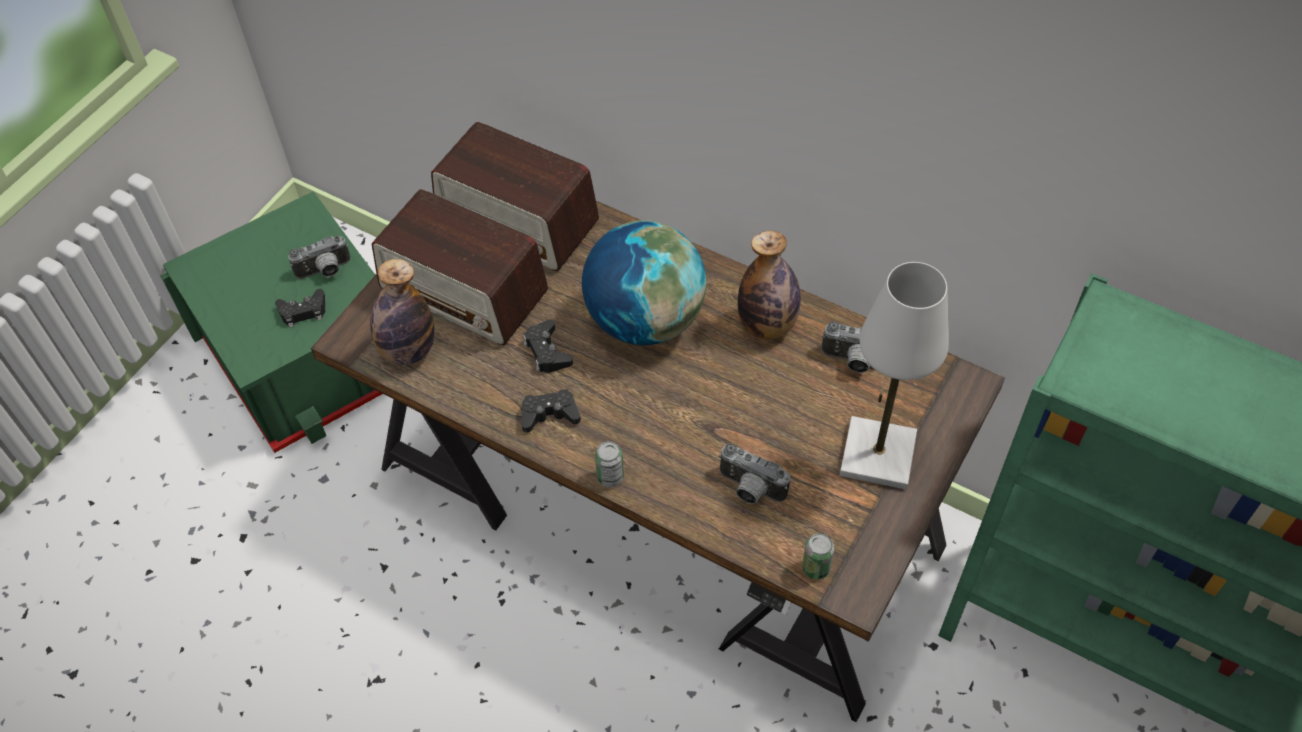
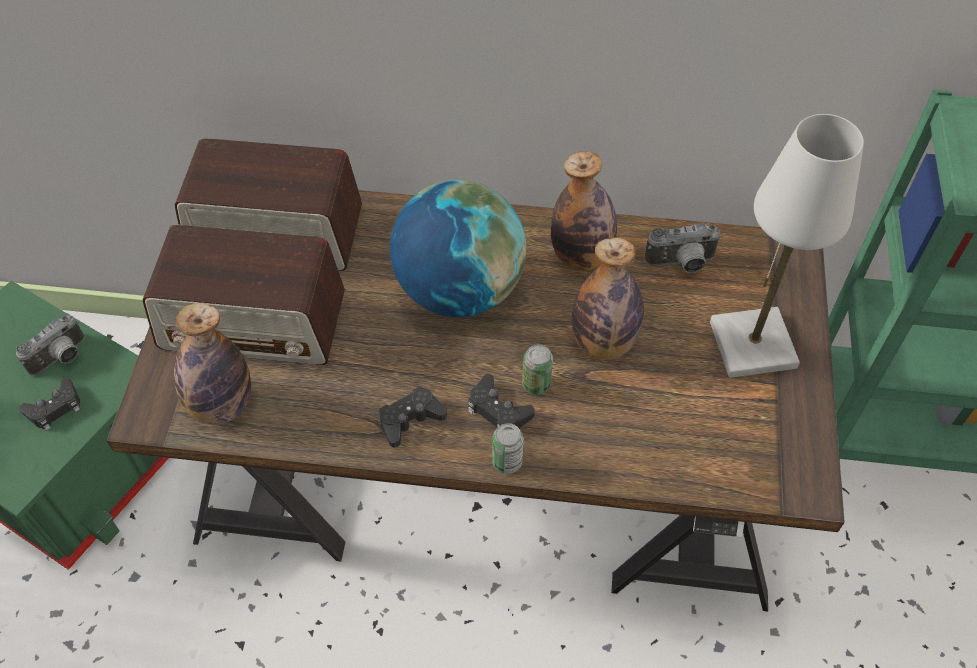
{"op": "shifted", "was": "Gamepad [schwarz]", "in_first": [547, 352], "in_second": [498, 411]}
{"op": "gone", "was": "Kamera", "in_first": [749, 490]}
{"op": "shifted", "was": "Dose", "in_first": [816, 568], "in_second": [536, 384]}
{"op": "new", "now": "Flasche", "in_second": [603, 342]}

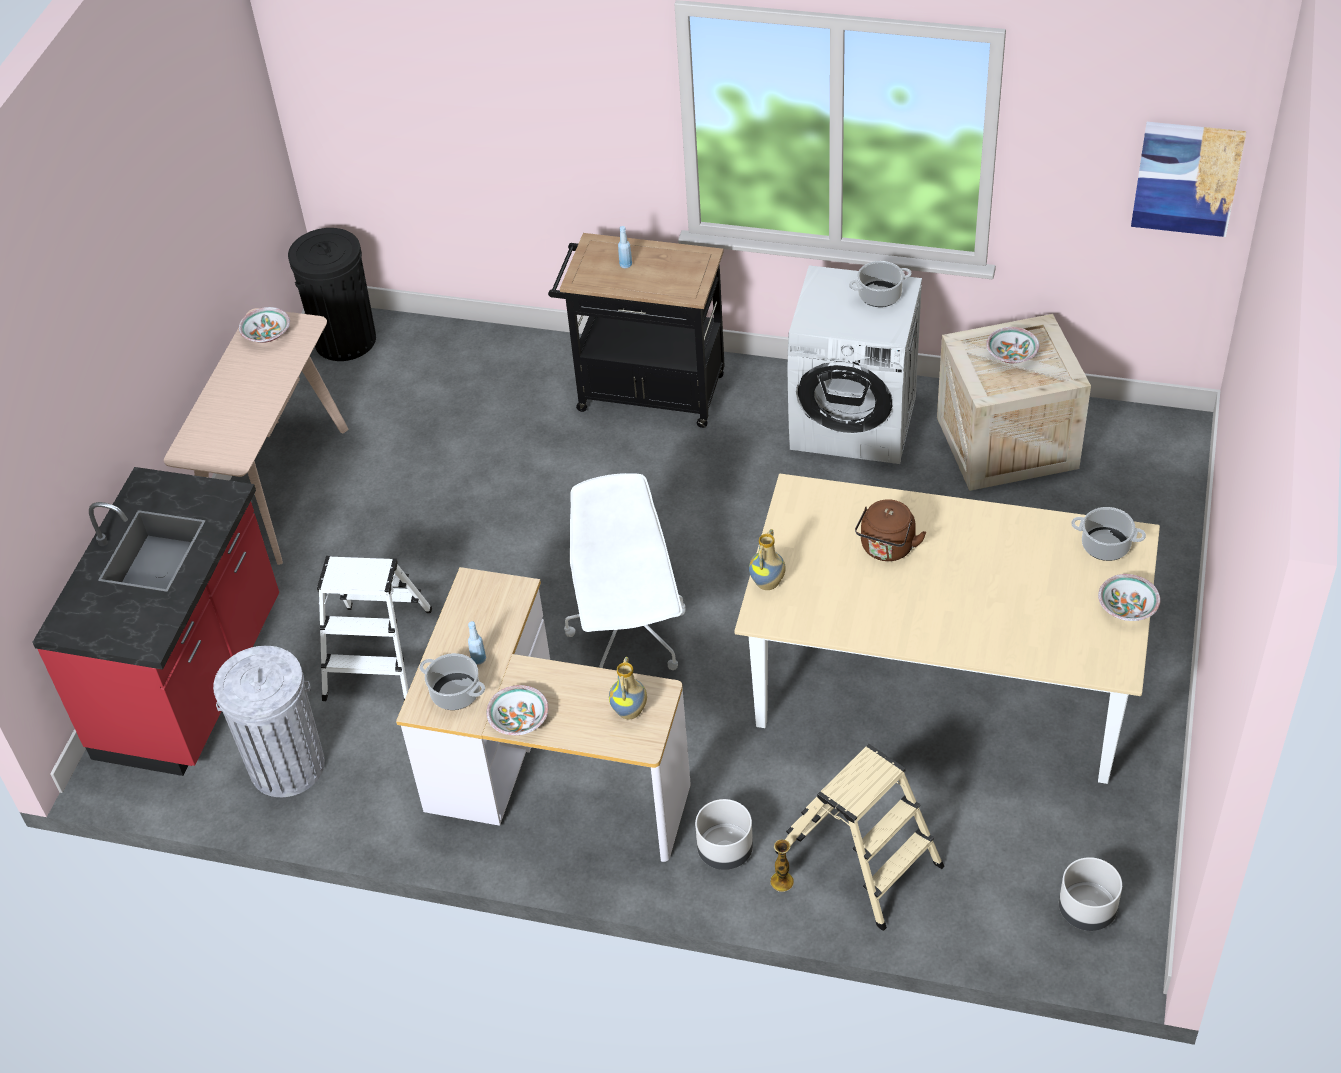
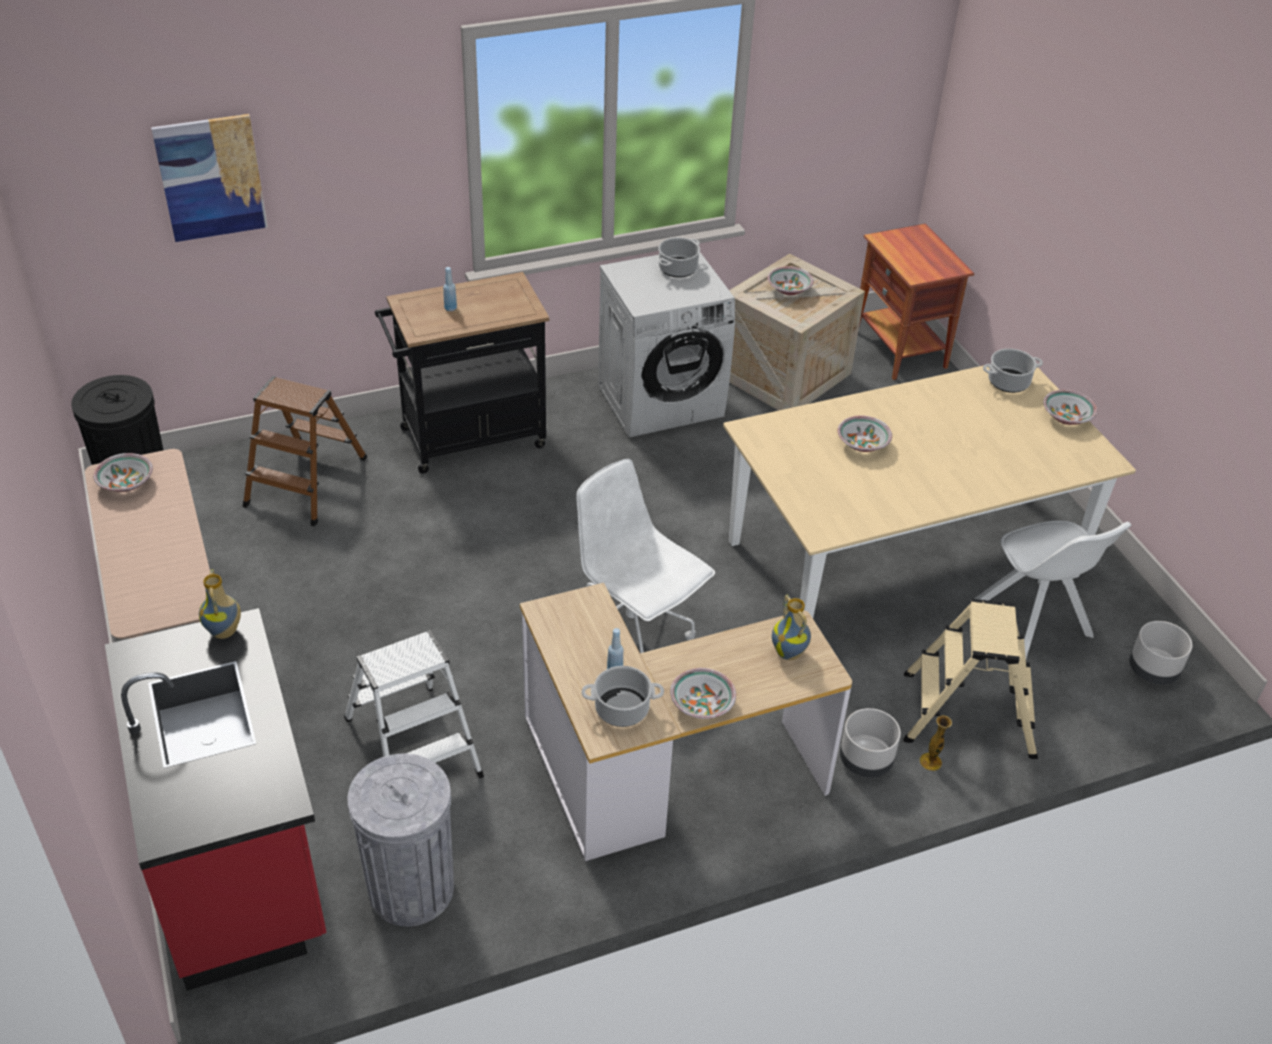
{"op": "shifted", "was": "Vase", "in_first": [768, 584], "in_second": [225, 631]}
{"op": "swapped", "was": "Wasserkessel [braun]", "now": "Schüssel", "in_first": [887, 549], "in_second": [862, 444]}
{"op": "shifted", "was": "Bild", "in_first": [1187, 178], "in_second": [211, 177]}
{"op": "new", "now": "Trittleiter [braun]", "in_second": [306, 481]}
{"op": "new", "now": "Nachttisch", "in_second": [901, 350]}
{"op": "new", "now": "Stuhl [weiß]", "in_second": [1034, 621]}

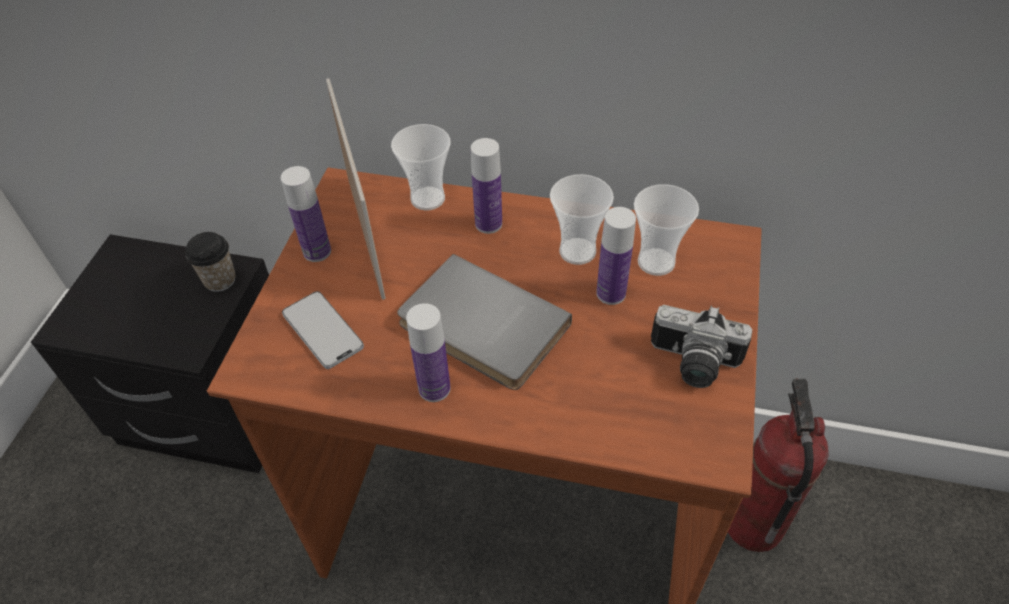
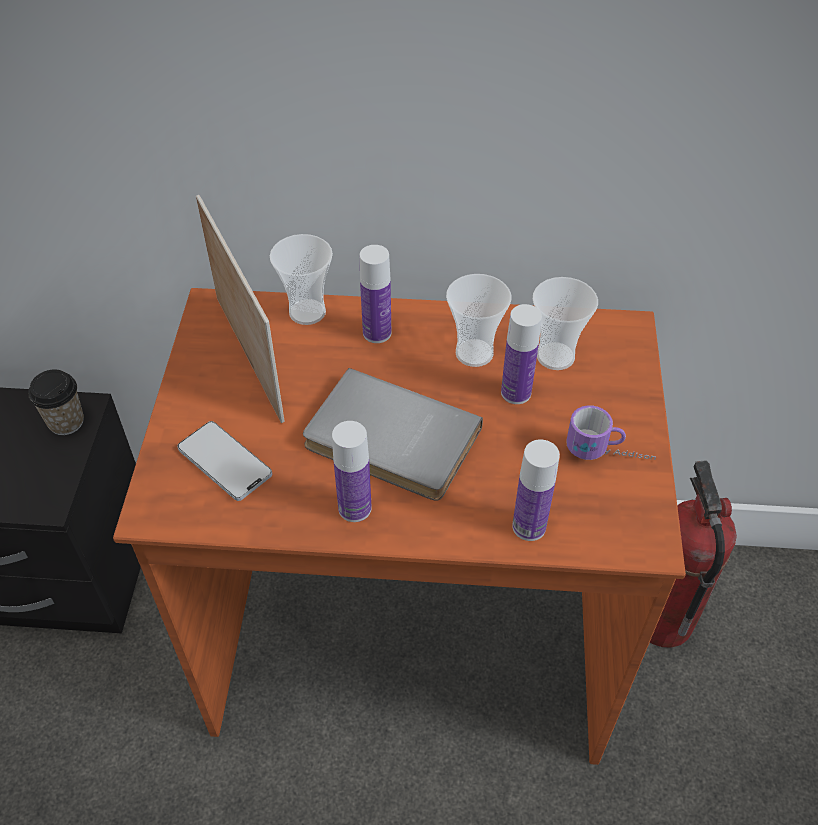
{"op": "shifted", "was": "Flasche", "in_first": [317, 251], "in_second": [529, 526]}
{"op": "swapped", "was": "Kamera", "now": "Henkelbecher", "in_first": [692, 364], "in_second": [609, 455]}

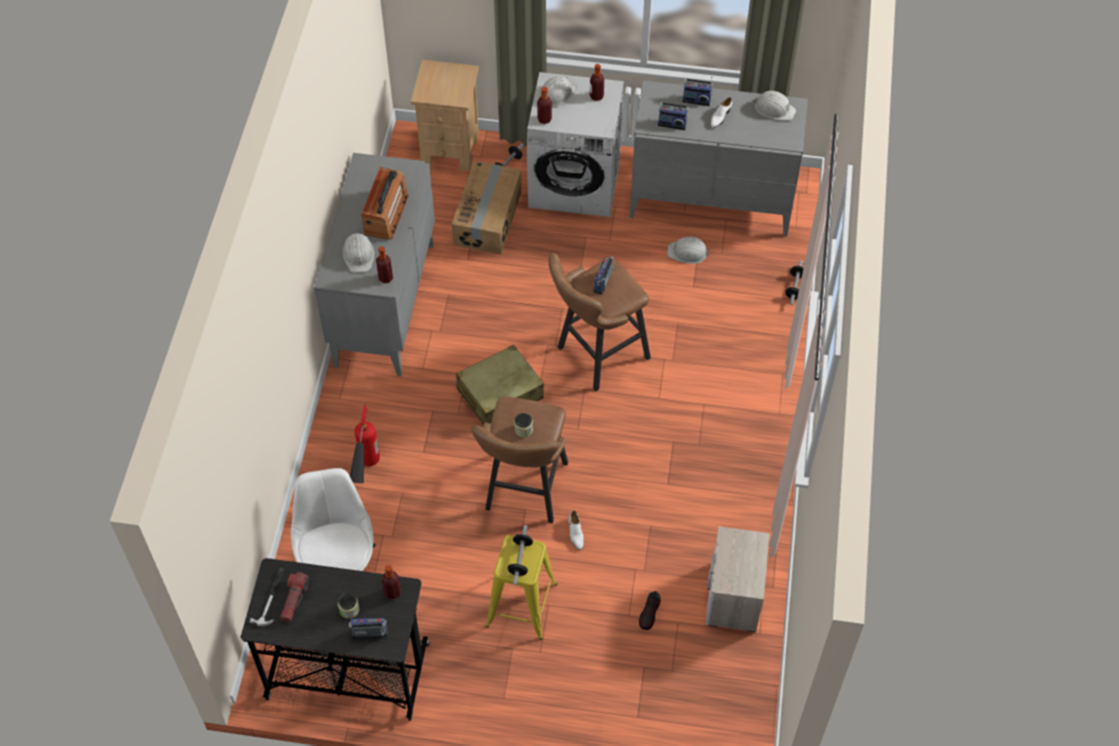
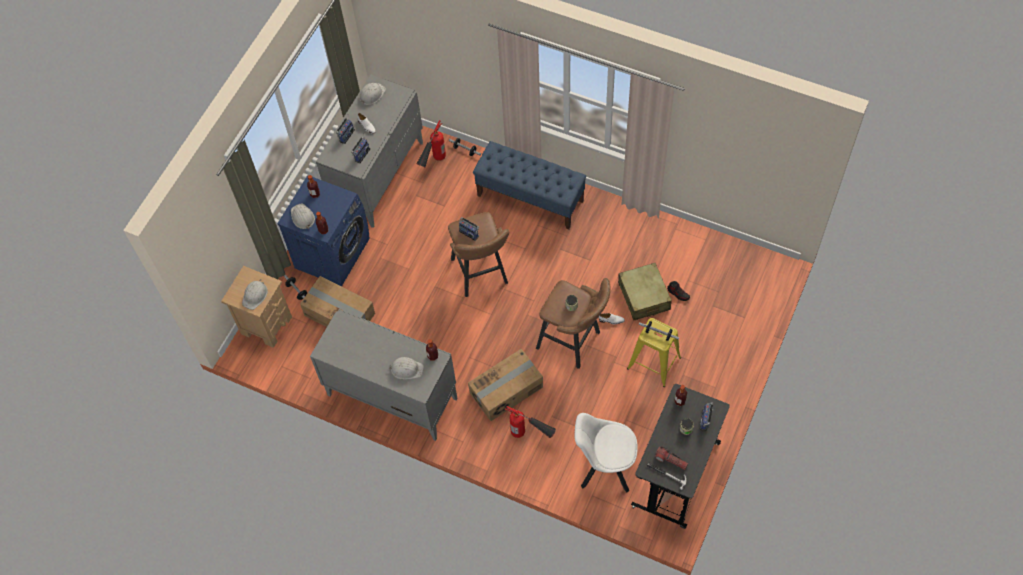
{"op": "gone", "was": "Radio", "in_first": [386, 214]}
{"op": "shifted", "was": "Koffer [beige]", "in_first": [499, 394], "in_second": [644, 296]}
{"op": "repainted", "was": "Waschmaschine [weiß]", "now": "Waschmaschine [blau]", "in_first": [574, 187], "in_second": [333, 254]}
{"op": "shifted", "was": "Schutzhelm [weiß]", "in_first": [687, 252], "in_second": [255, 295]}
{"op": "gone", "was": "Nachttisch", "in_first": [733, 598]}
{"op": "new", "now": "Feuerlöscher", "in_second": [433, 164]}
{"op": "new", "now": "Karton", "in_second": [506, 390]}
{"op": "new", "now": "Bank [blau]", "in_second": [530, 198]}

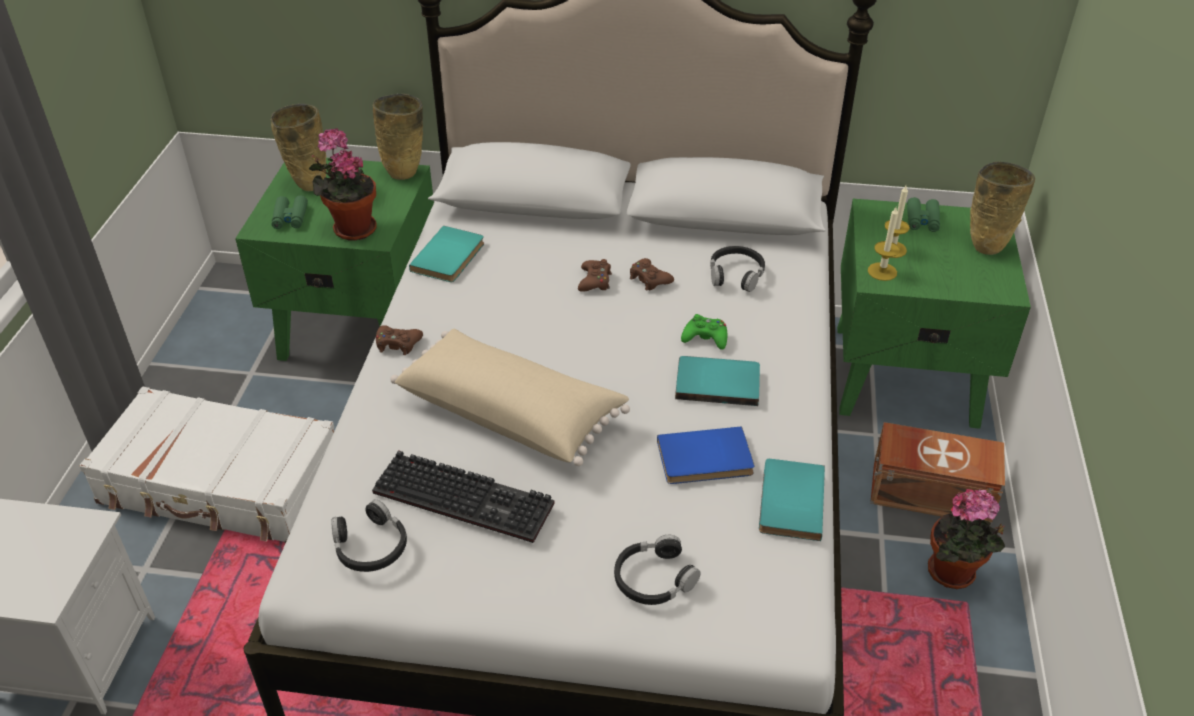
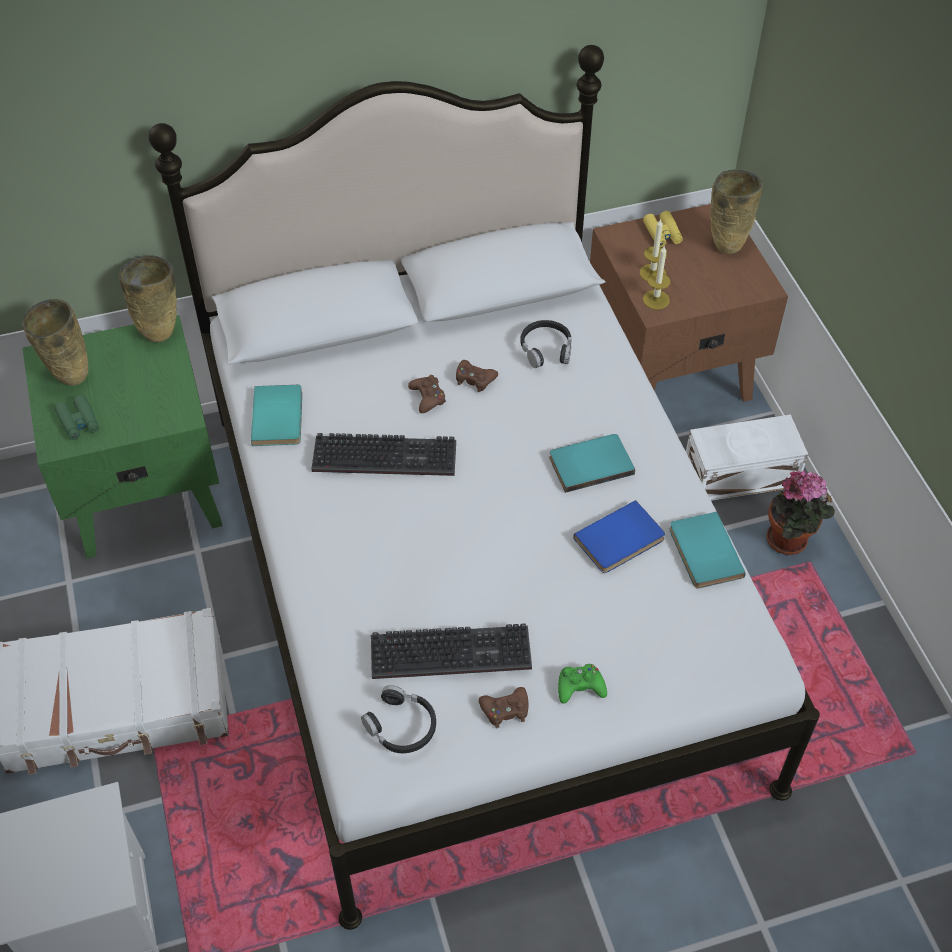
{"op": "gone", "was": "Topfpflanze", "in_first": [351, 228]}
{"op": "shifted", "was": "Gamepad [braun]", "in_first": [398, 344], "in_second": [505, 710]}
{"op": "gone", "was": "Kissen [beige]", "in_first": [511, 412]}
{"op": "gone", "was": "Kopfhörer [schwarz]", "in_first": [653, 579]}
{"op": "shifted", "was": "Gamepad [grün]", "in_first": [705, 337], "in_second": [580, 687]}
{"op": "repainted", "was": "Nachttisch [grün]", "now": "Nachttisch [braun]", "in_first": [907, 375], "in_second": [672, 368]}
{"op": "repainted", "was": "Aufbewahrungsbox [braun]", "now": "Aufbewahrungsbox [weiß]", "in_first": [929, 491], "in_second": [738, 473]}
{"op": "repainted", "was": "Fernglas [grün]", "now": "Fernglas [gelb]", "in_first": [922, 220], "in_second": [662, 234]}
{"op": "new", "now": "Tastatur", "in_second": [387, 455]}

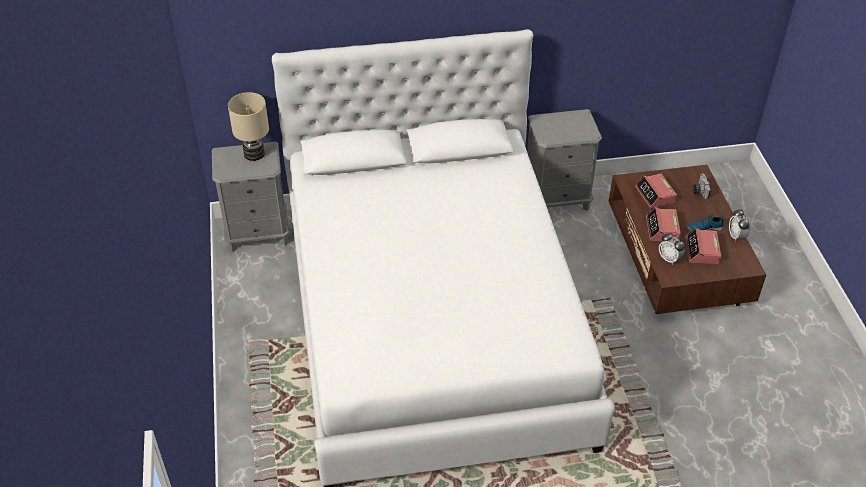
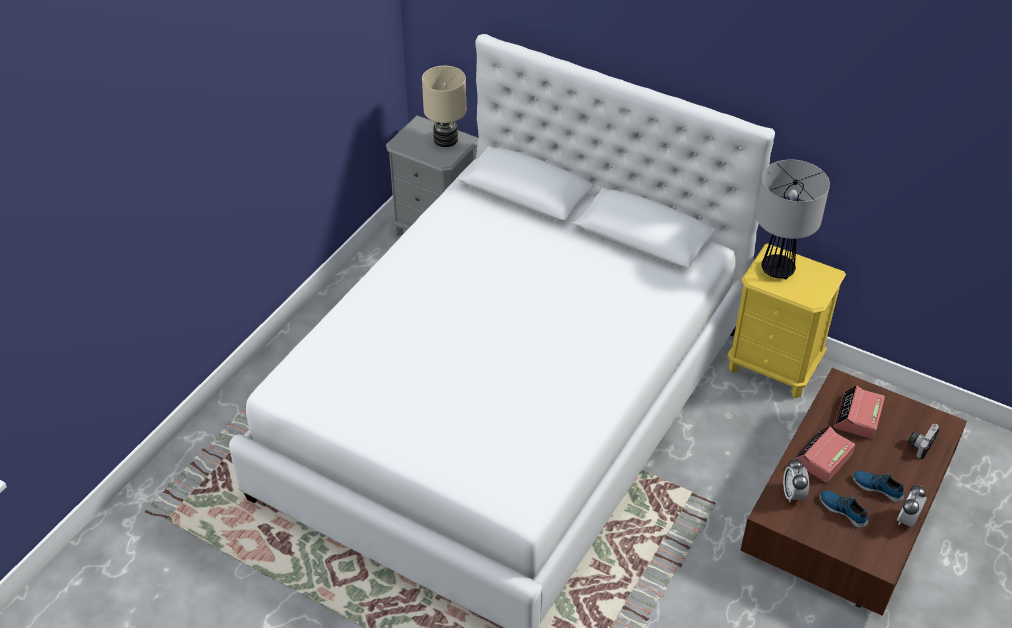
{"op": "repainted", "was": "Nachttisch [grau]", "now": "Nachttisch [gelb]", "in_first": [557, 199], "in_second": [774, 366]}
{"op": "swapped", "was": "Wecker", "now": "Schuh", "in_first": [702, 251], "in_second": [843, 510]}
{"op": "new", "now": "Tischlampe", "in_second": [777, 269]}

